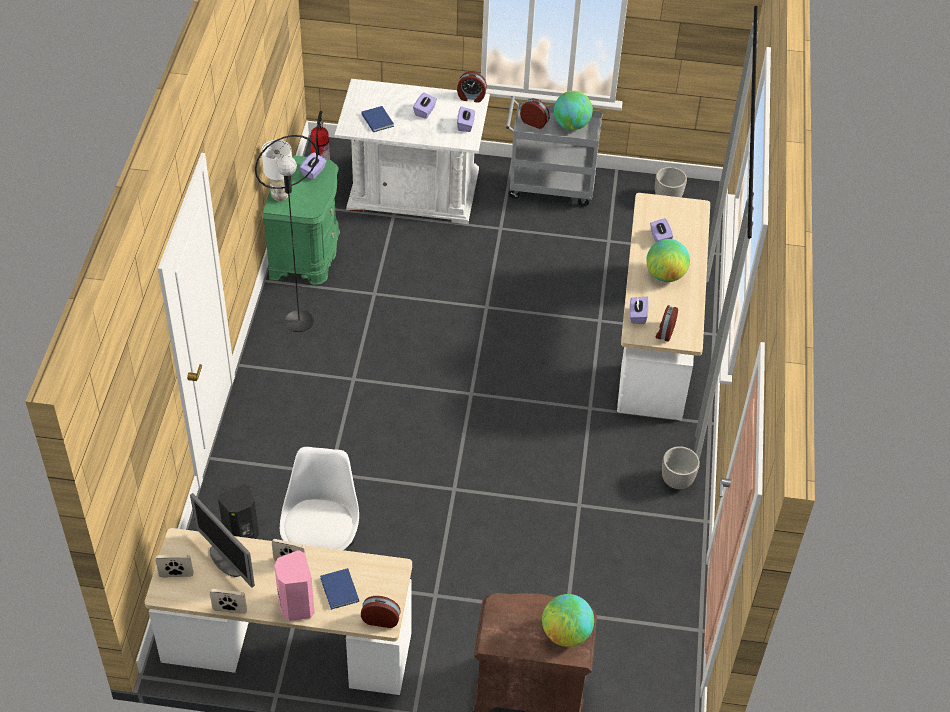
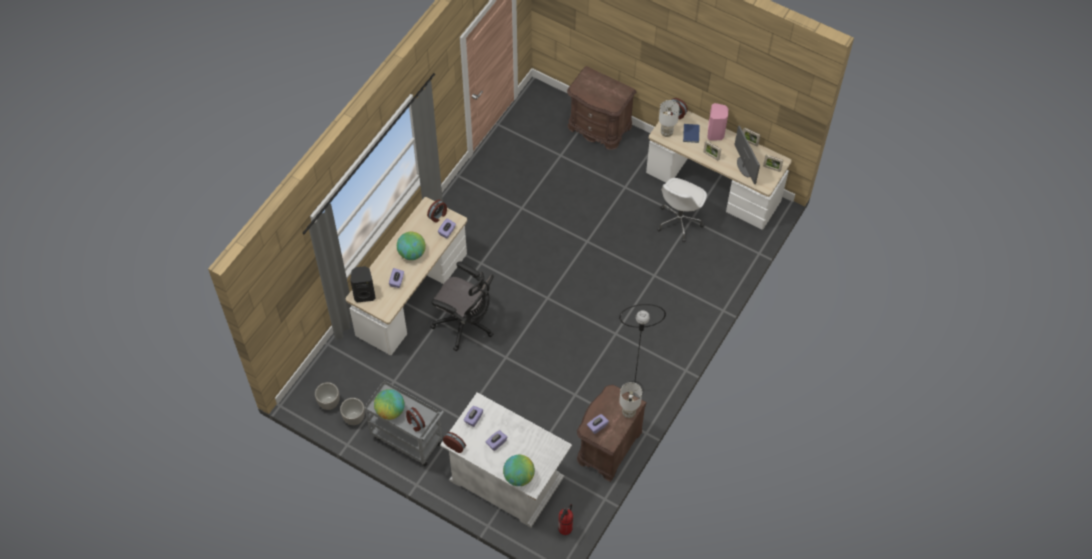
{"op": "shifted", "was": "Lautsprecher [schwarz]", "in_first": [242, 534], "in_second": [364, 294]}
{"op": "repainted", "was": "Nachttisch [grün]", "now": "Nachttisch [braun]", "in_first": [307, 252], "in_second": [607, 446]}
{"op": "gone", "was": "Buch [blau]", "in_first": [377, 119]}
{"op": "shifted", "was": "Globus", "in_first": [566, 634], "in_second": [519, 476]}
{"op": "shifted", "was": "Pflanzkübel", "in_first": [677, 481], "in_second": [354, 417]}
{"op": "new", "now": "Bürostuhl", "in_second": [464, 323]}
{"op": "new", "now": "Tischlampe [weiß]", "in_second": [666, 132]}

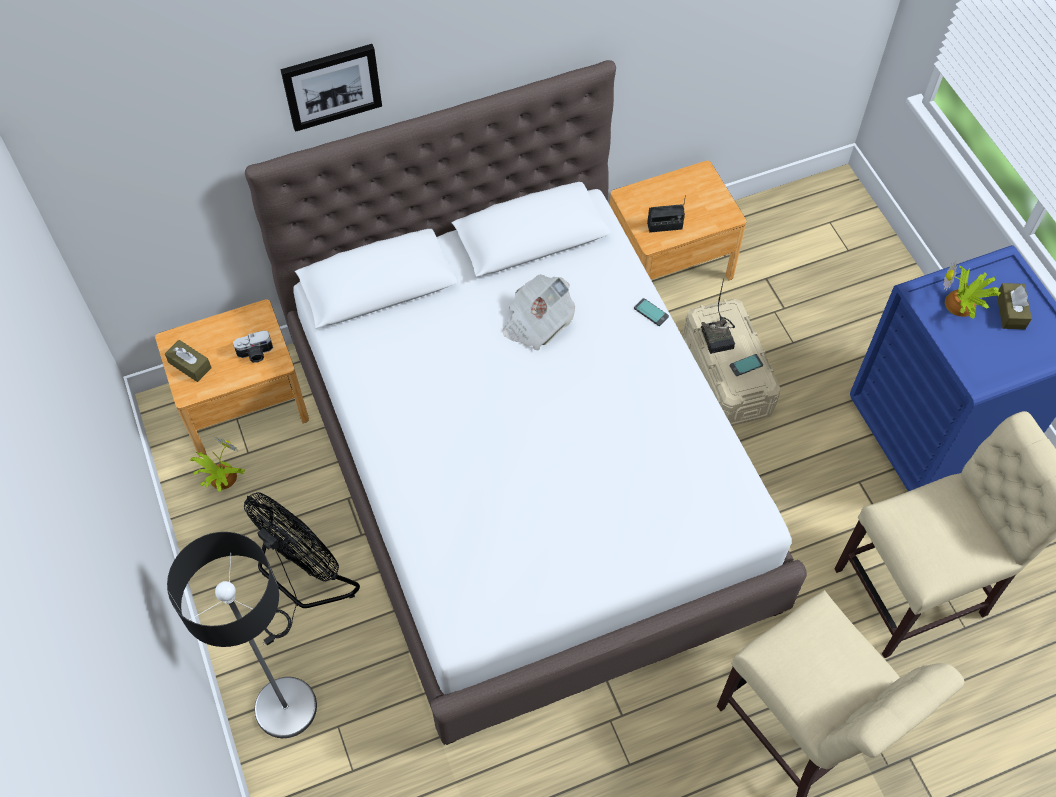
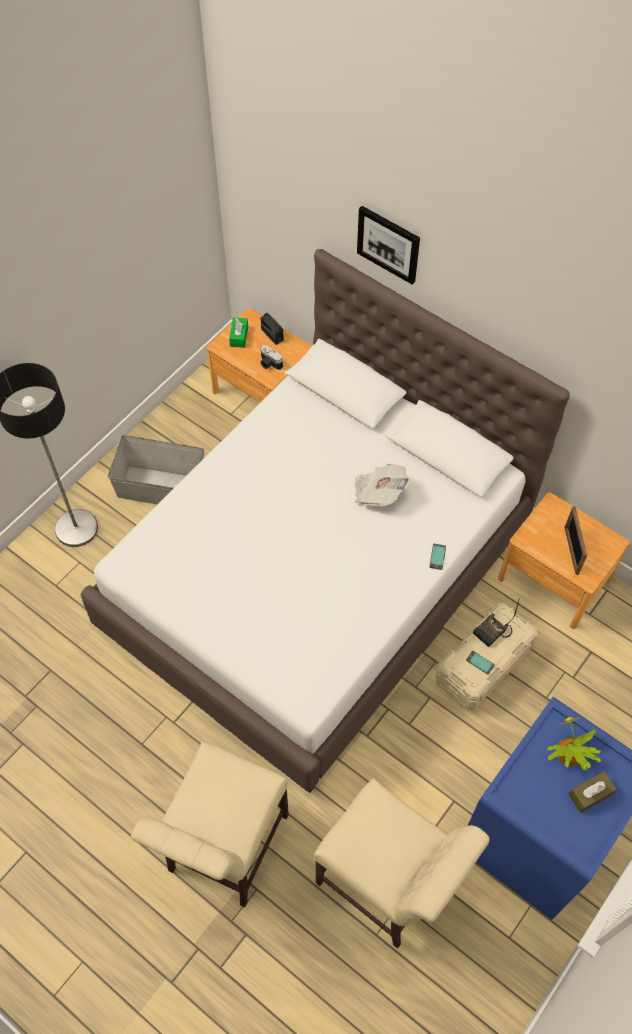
{"op": "repainted", "was": "Taschentuchbox [braun]", "now": "Taschentuchbox [grün]", "in_first": [190, 365], "in_second": [239, 336]}
{"op": "gone", "was": "Topfpflanze", "in_first": [221, 478]}
{"op": "swapped", "was": "Ventilator [schwarz]", "now": "Aufbewahrungsbox [grau]", "in_first": [296, 579], "in_second": [161, 487]}
{"op": "shifted", "was": "Radio", "in_first": [664, 226], "in_second": [272, 335]}
{"op": "new", "now": "Bilderrahmen", "in_second": [571, 550]}

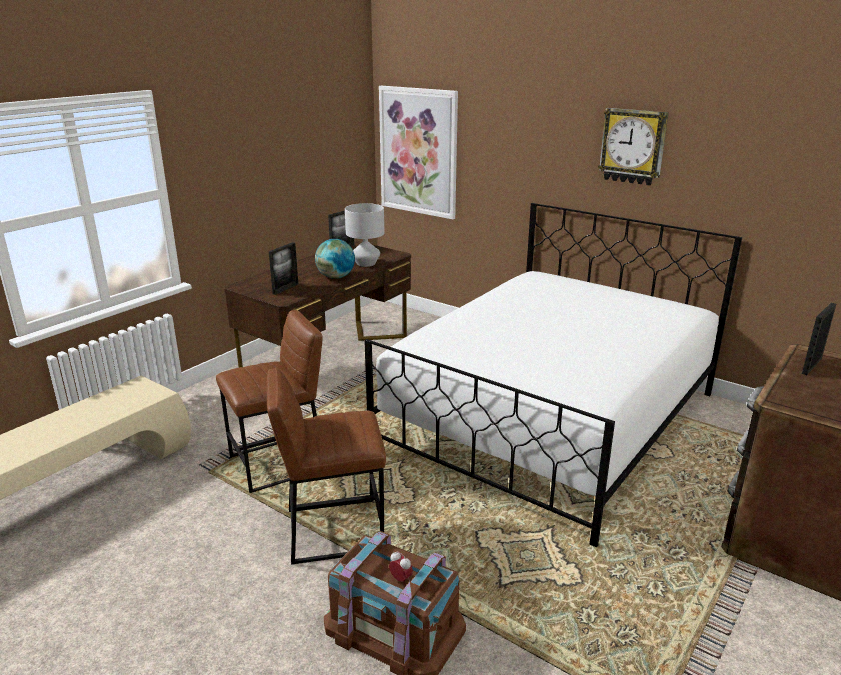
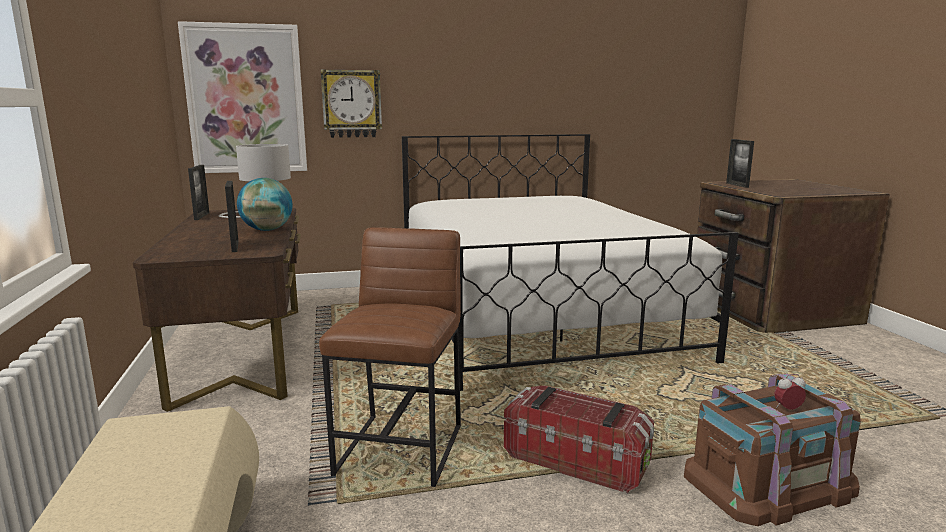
{"op": "swapped", "was": "Stuhl [braun]", "now": "Aufbewahrungsbox", "in_first": [332, 530], "in_second": [576, 460]}
{"op": "shifted", "was": "Wanduhr", "in_first": [633, 146], "in_second": [351, 104]}

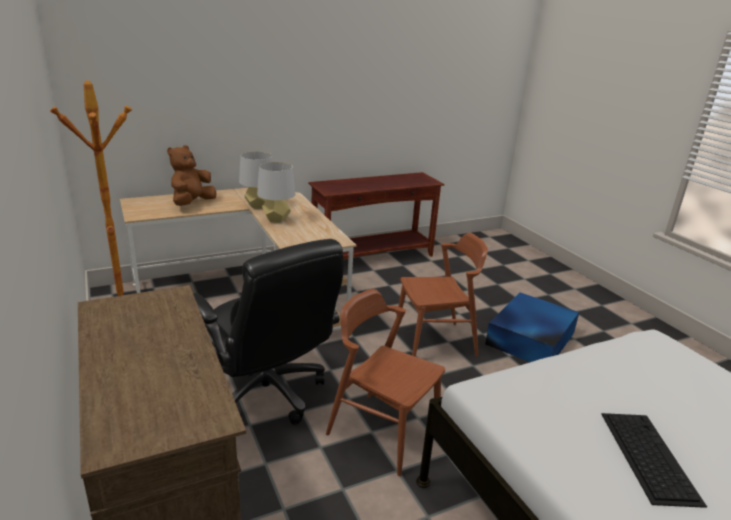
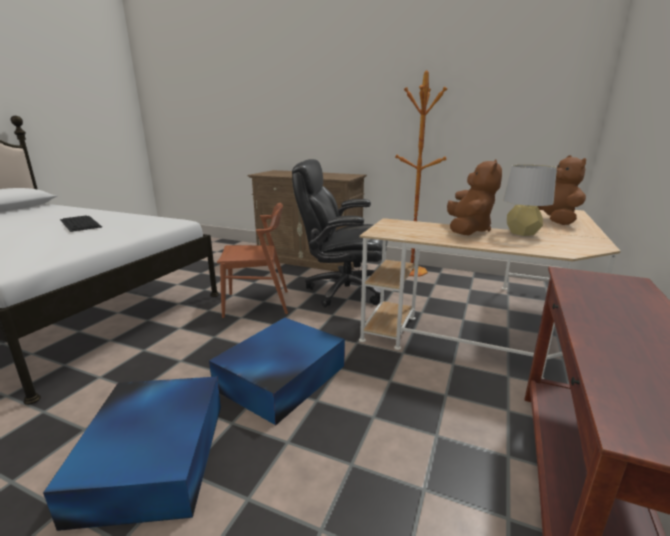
{"op": "swapped", "was": "Tischlampe [grau]", "now": "Plüschtier [braun]", "in_first": [276, 219], "in_second": [468, 230]}
{"op": "swapped", "was": "Stuhl [braun]", "now": "Aufbewahrungsbox [blau]", "in_first": [435, 342], "in_second": [280, 377]}

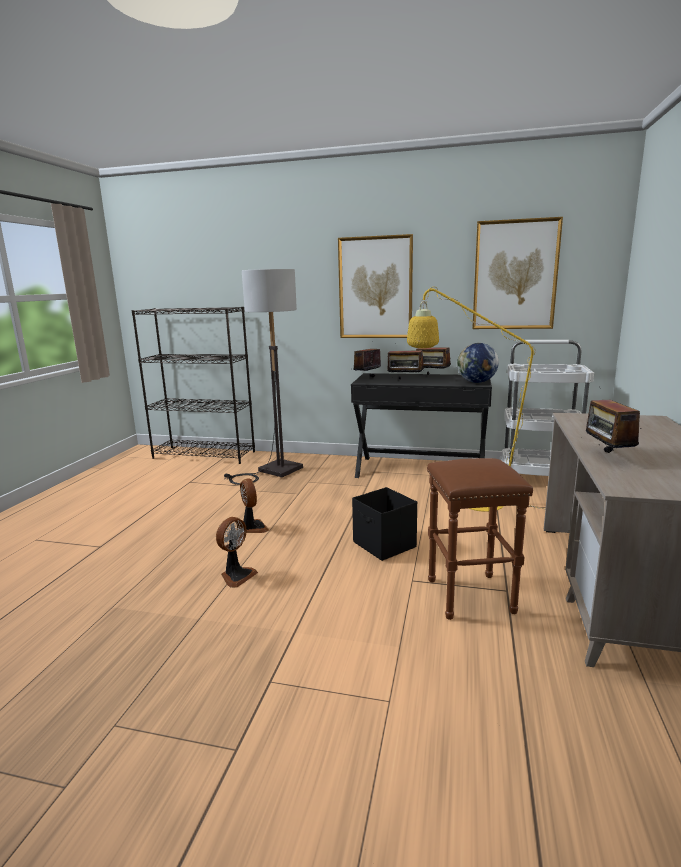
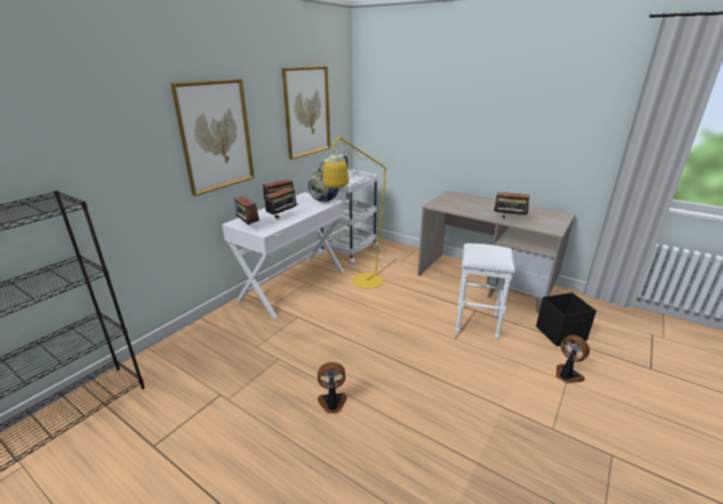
{"op": "shifted", "was": "Ventilator", "in_first": [236, 576], "in_second": [567, 375]}
{"op": "gone", "was": "Stehlampe", "in_first": [270, 473]}
{"op": "repainted", "was": "Schreibtisch [schwarz]", "now": "Schreibtisch [weiß]", "in_first": [420, 470], "in_second": [293, 284]}
{"op": "shifted", "was": "Aufbewahrungsbox [schwarz]", "in_first": [384, 545], "in_second": [561, 334]}
{"op": "repainted", "was": "Hocker [braun]", "now": "Hocker [weiß]", "in_first": [468, 594], "in_second": [476, 324]}

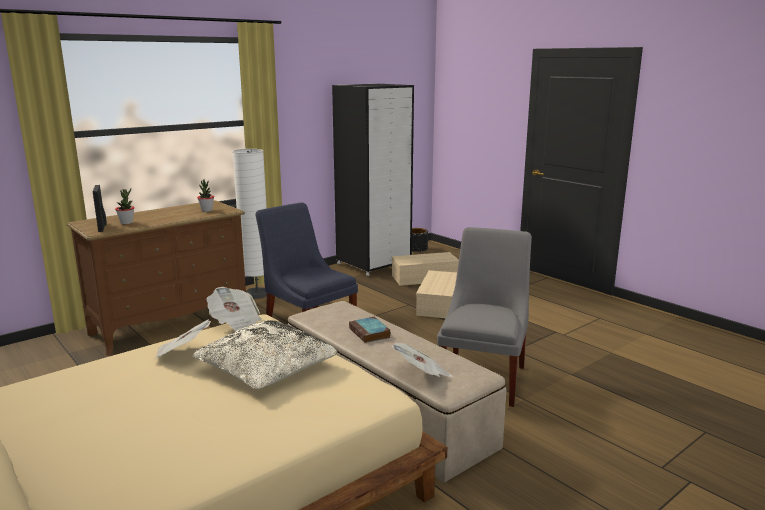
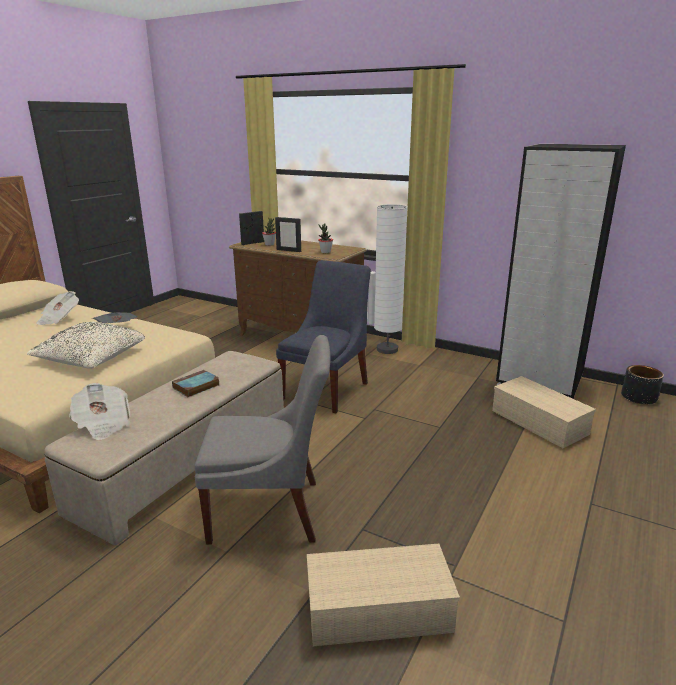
{"op": "shifted", "was": "Zeitung", "in_first": [235, 322], "in_second": [59, 319]}
{"op": "shifted", "was": "Aufbewahrungsbox [beige]", "in_first": [439, 304], "in_second": [376, 611]}
{"op": "new", "now": "Bilderrahmen", "in_second": [289, 250]}

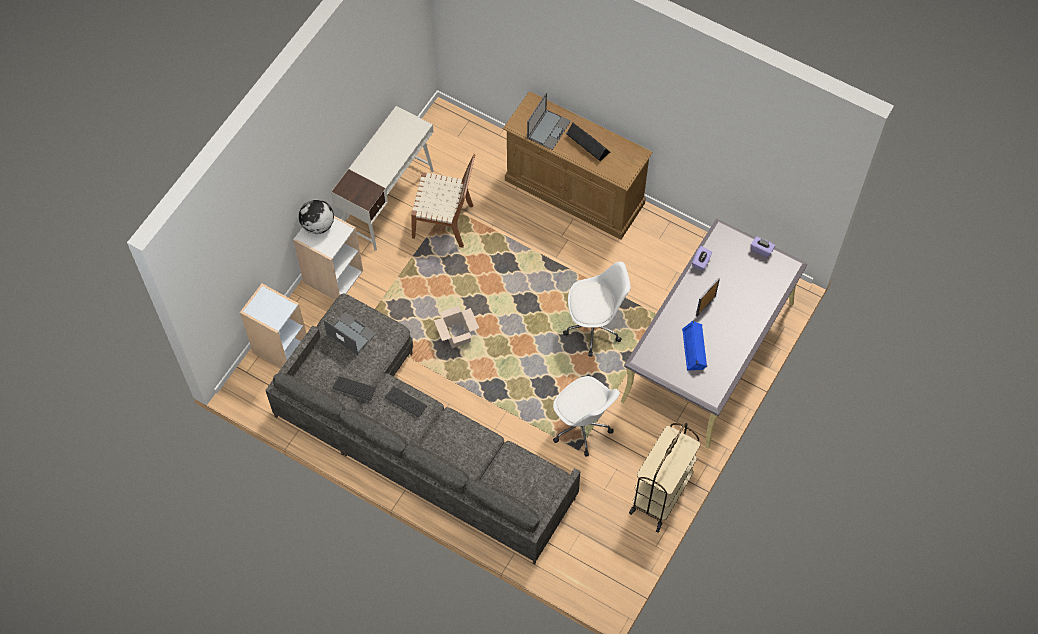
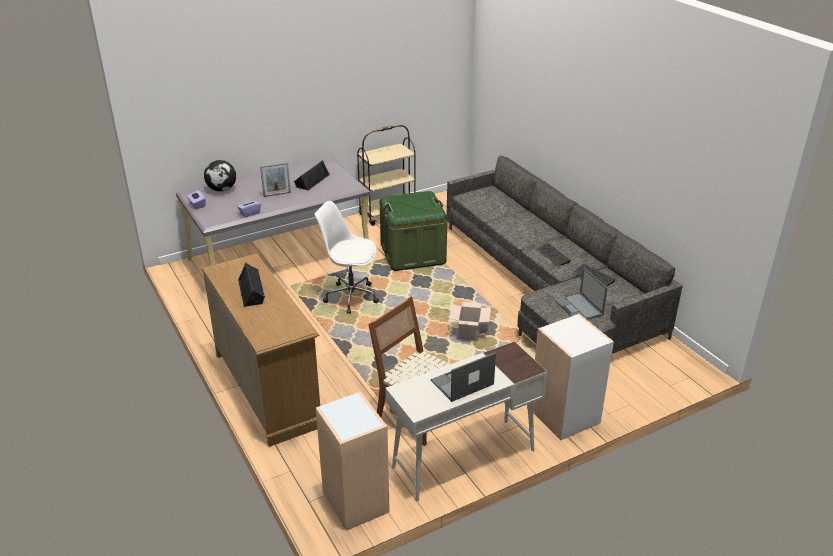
{"op": "shifted", "was": "Bücherregal", "in_first": [281, 348], "in_second": [355, 503]}
{"op": "shifted", "was": "Globus", "in_first": [317, 225], "in_second": [222, 189]}
{"op": "shifted", "was": "Laptop", "in_first": [549, 129], "in_second": [461, 383]}
{"op": "swapped", "was": "Bürostuhl [weiß]", "now": "Aufbewahrungsbox [grün]", "in_first": [583, 429], "in_second": [413, 254]}
{"op": "repainted", "was": "Lautsprecher [blau]", "now": "Lautsprecher [schwarz]", "in_first": [695, 349], "in_second": [311, 180]}

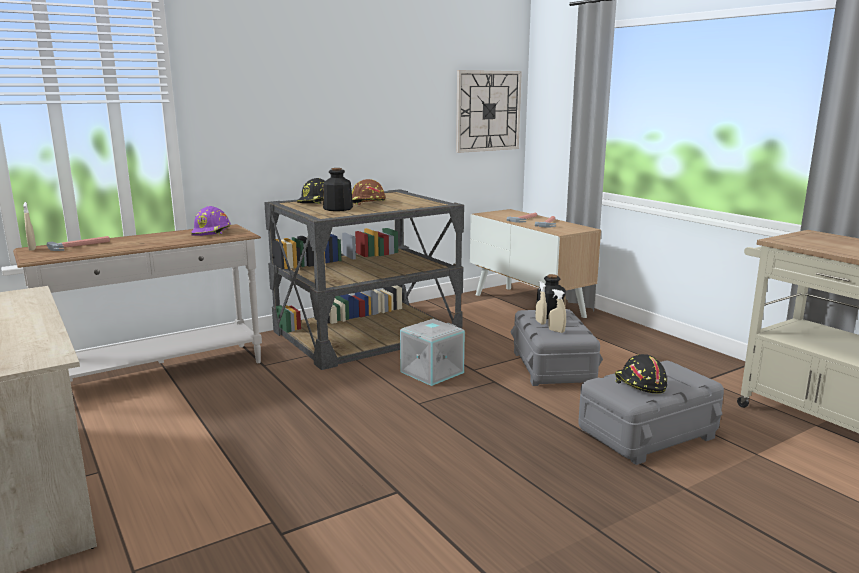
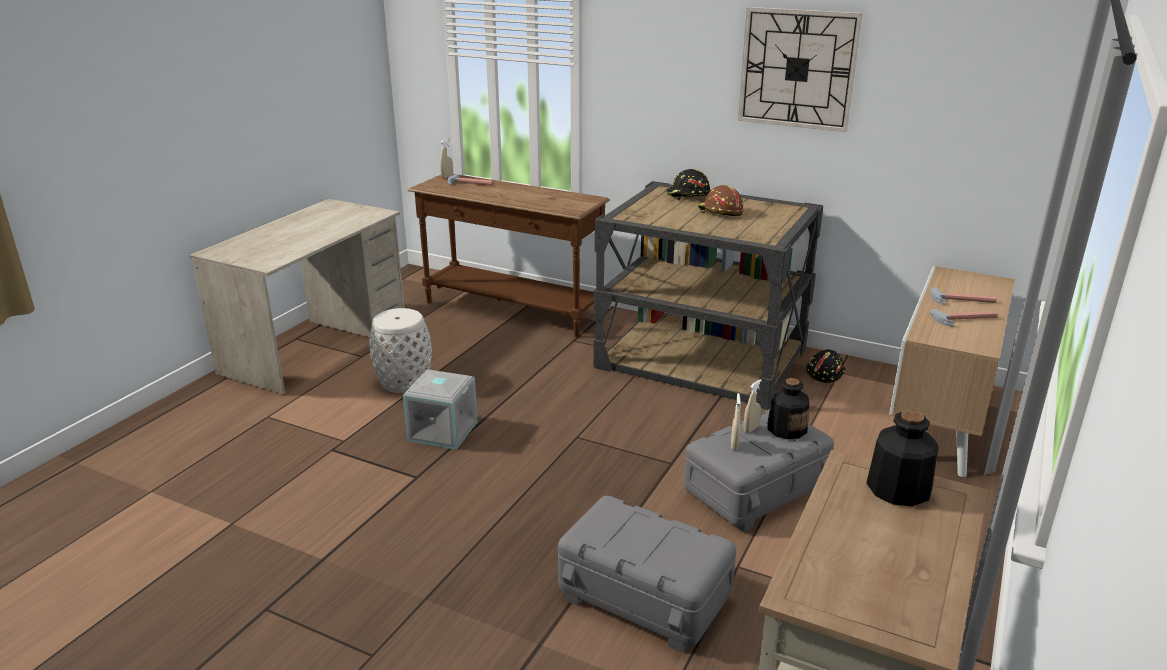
{"op": "repainted", "was": "Konsolentisch [weiß]", "now": "Konsolentisch [braun]", "in_first": [158, 374], "in_second": [511, 310]}
{"op": "gone", "was": "Schutzhelm [lila]", "in_first": [212, 232]}
{"op": "shifted", "was": "Flasche", "in_first": [338, 209], "in_second": [898, 489]}
{"op": "shifted", "was": "Aufbewahrungsbox [grau]", "in_first": [431, 372], "in_second": [444, 430]}
{"op": "shifted", "was": "Wanduhr", "in_first": [488, 111], "in_second": [797, 69]}
{"op": "shifted", "was": "Schutzhelm [schwarz]", "in_first": [639, 384], "in_second": [824, 373]}
{"op": "new", "now": "Hocker [weiß]", "in_second": [404, 382]}

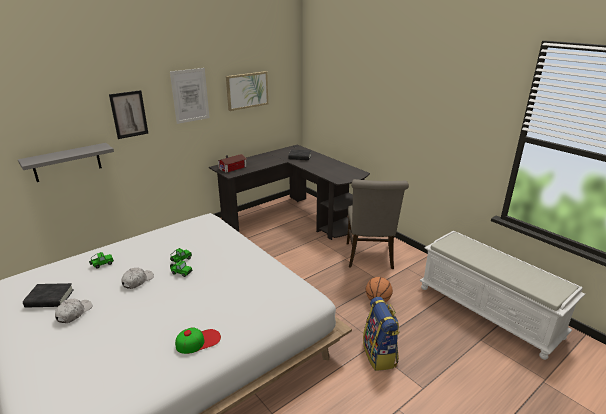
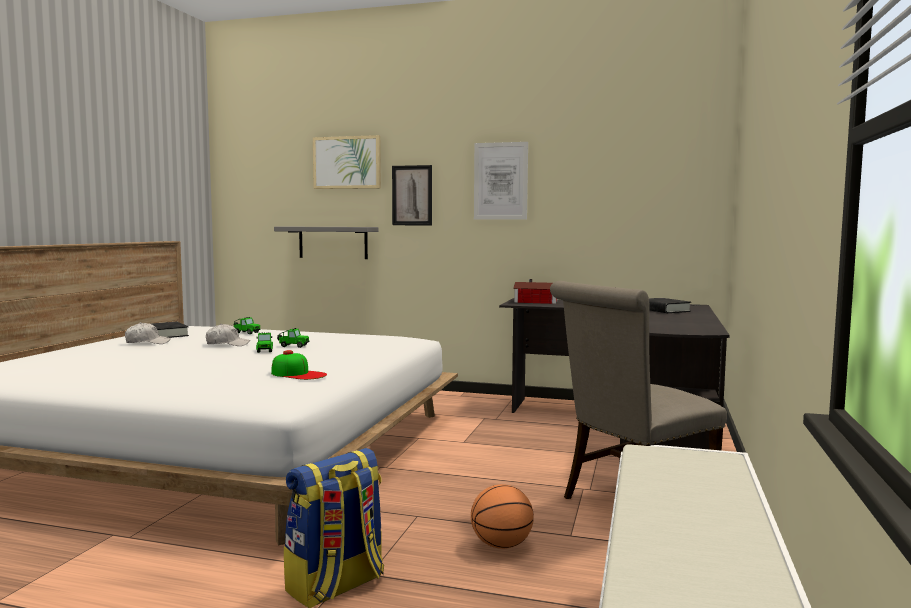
{"op": "shifted", "was": "Kappe", "in_first": [198, 341], "in_second": [298, 374]}
{"op": "shifted", "was": "Bild", "in_first": [247, 90], "in_second": [347, 162]}

